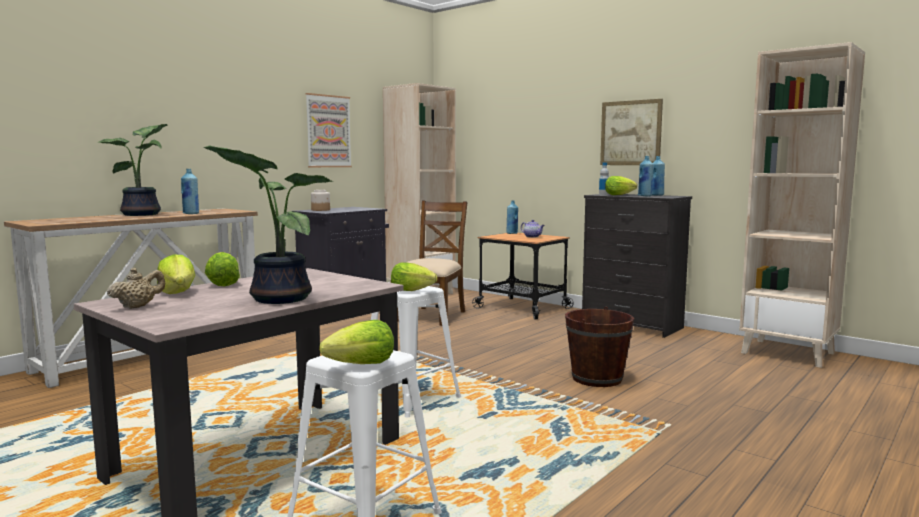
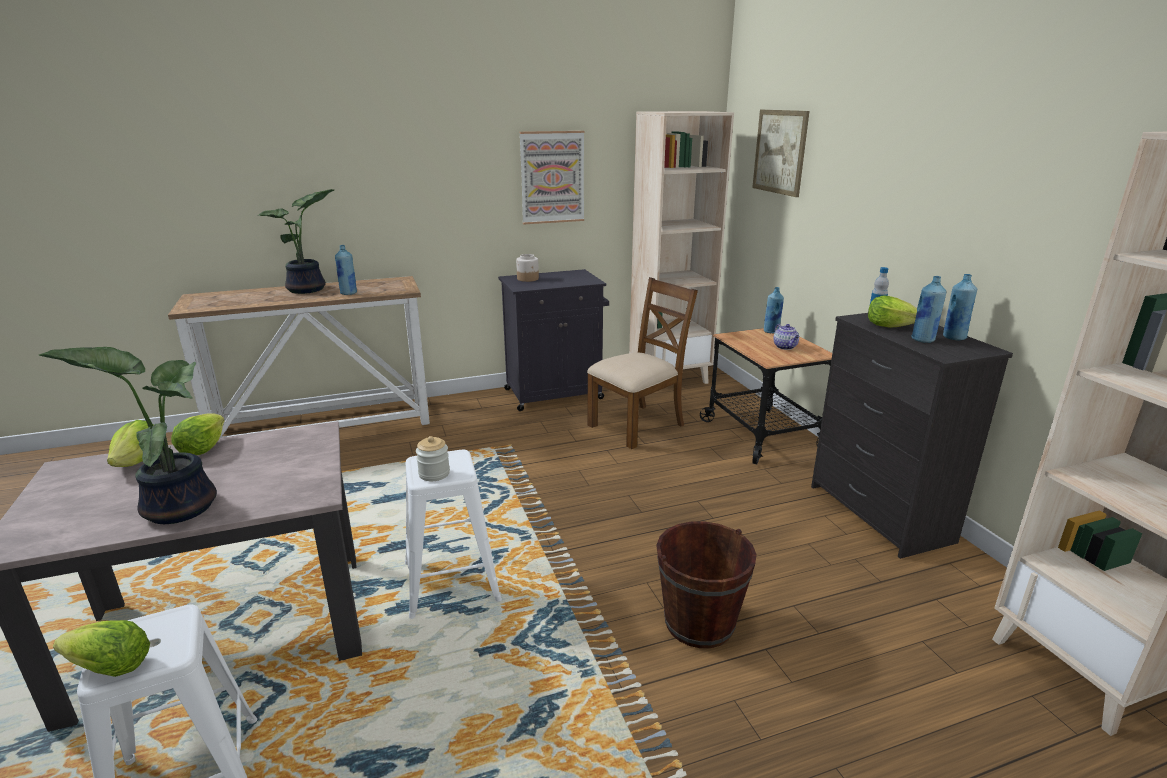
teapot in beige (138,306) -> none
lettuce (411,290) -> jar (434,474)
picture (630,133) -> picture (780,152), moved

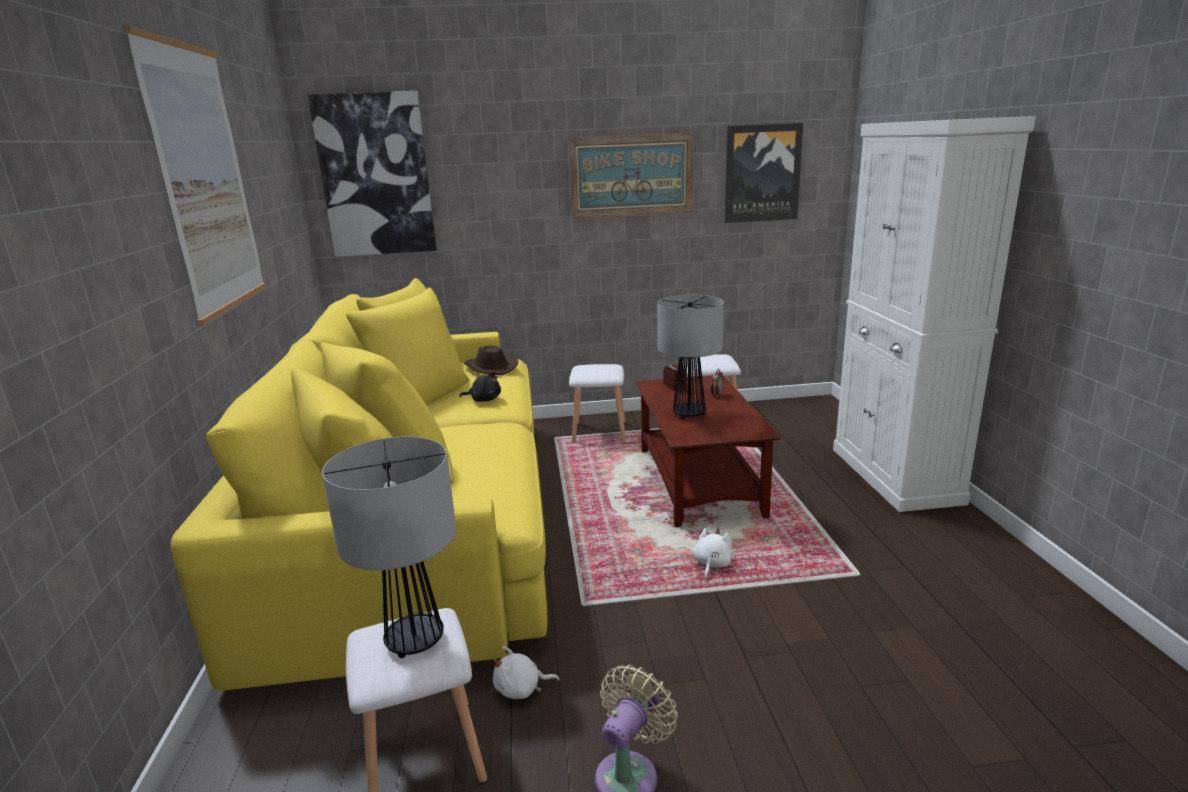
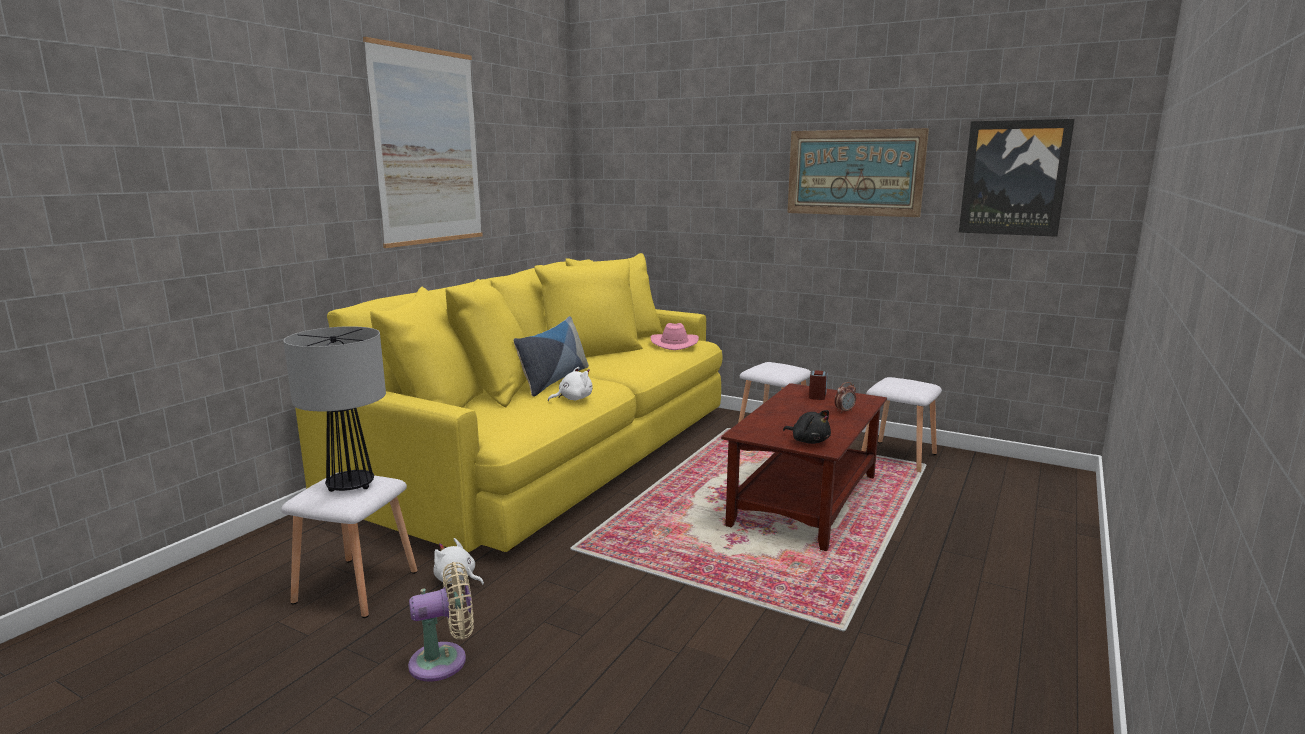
picture (375,175) -> none
plush toy in black (484,400) -> plush toy in black (808,441), moved
hat in brown (490,367) -> hat in pink (674,343)
table lamp (689,414) -> none
plush toy in white (711,564) -> plush toy in white (573,399), moved
cabinet in white (895,475) -> none
none -> pillow (554,380)

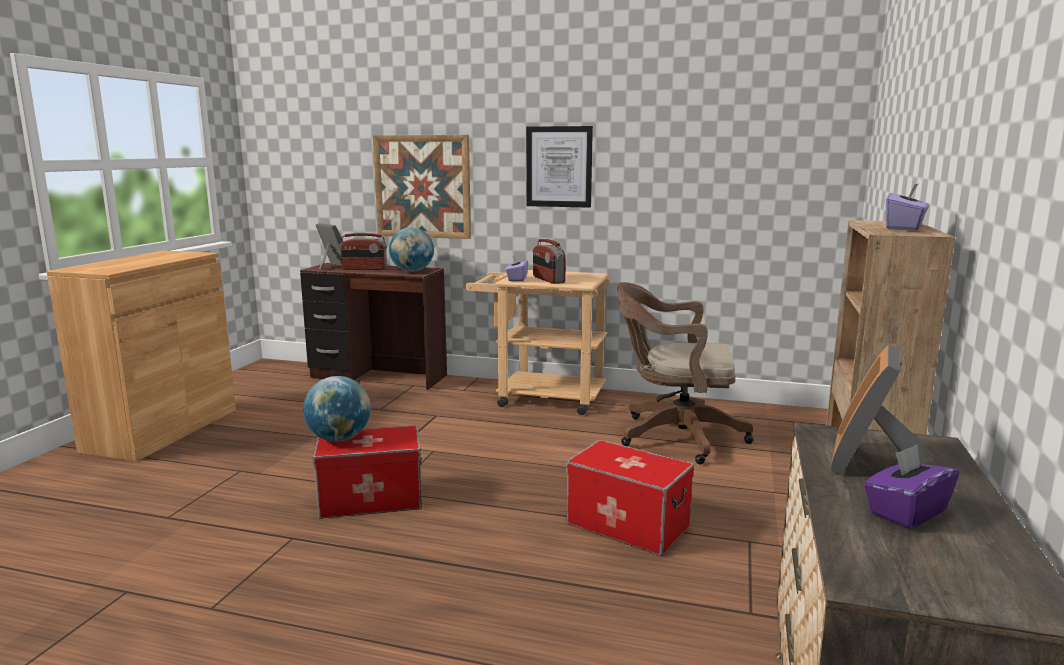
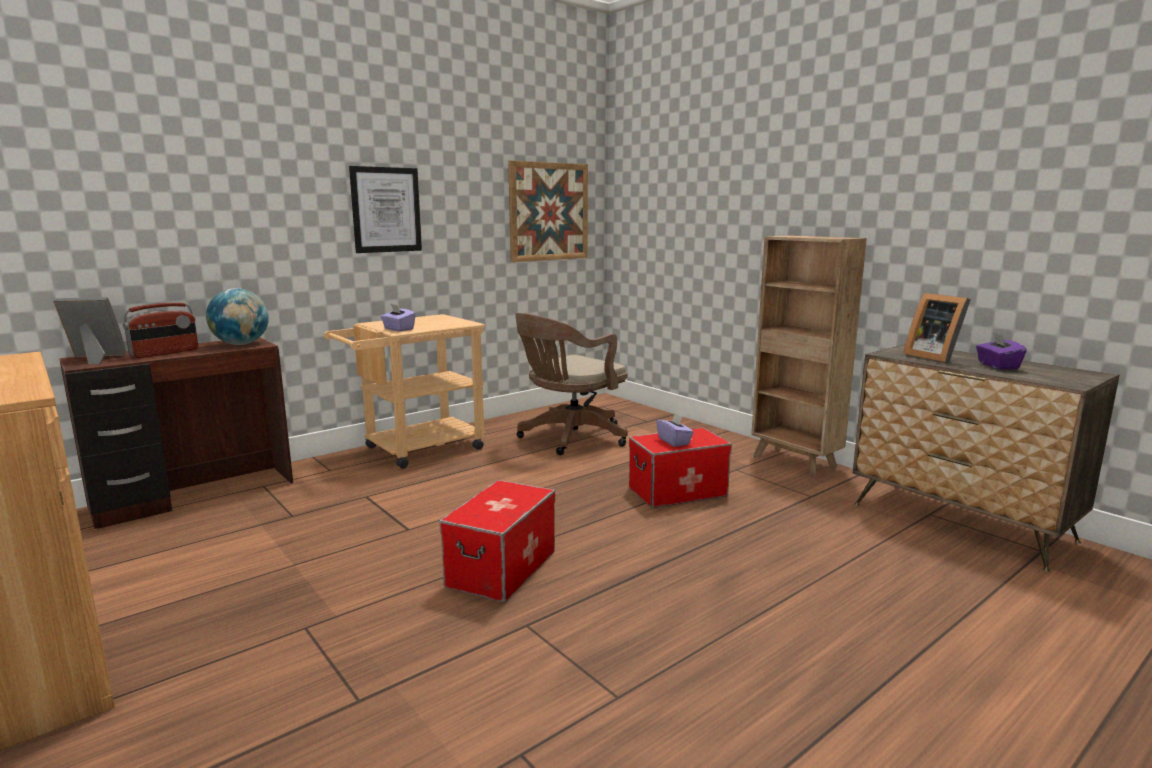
globe (339,439) -> none
picture (422,186) -> picture (549,212), moved
radio (548,280) -> none
tissue box in purple (904,228) -> tissue box in purple (674,441), moved

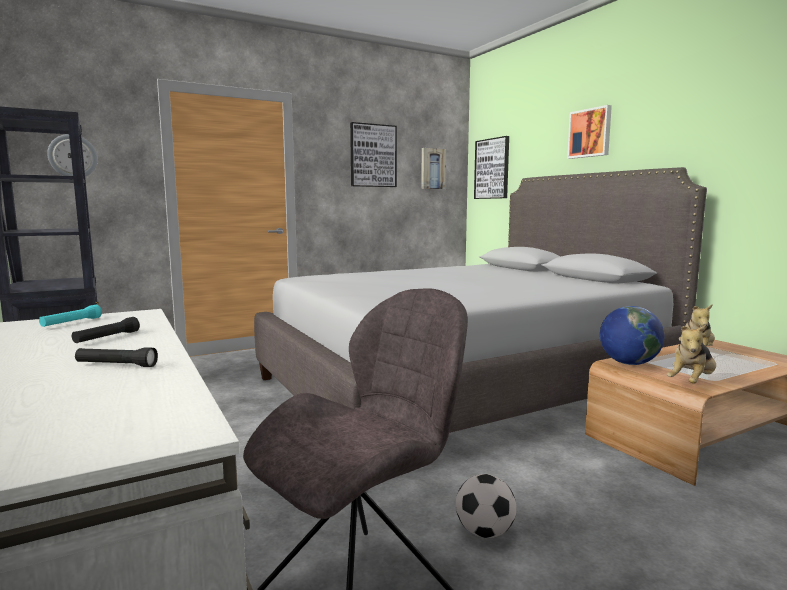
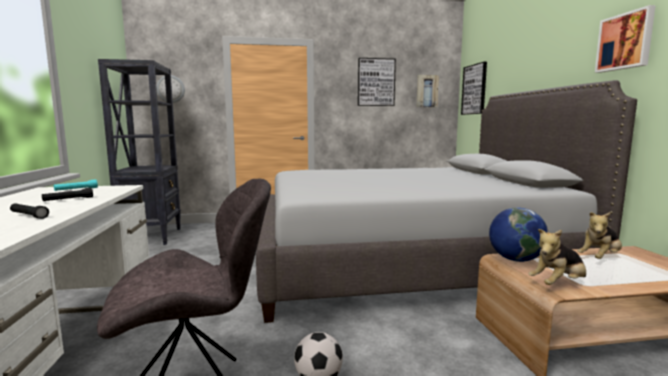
picture (590,133) -> picture (625,41), moved

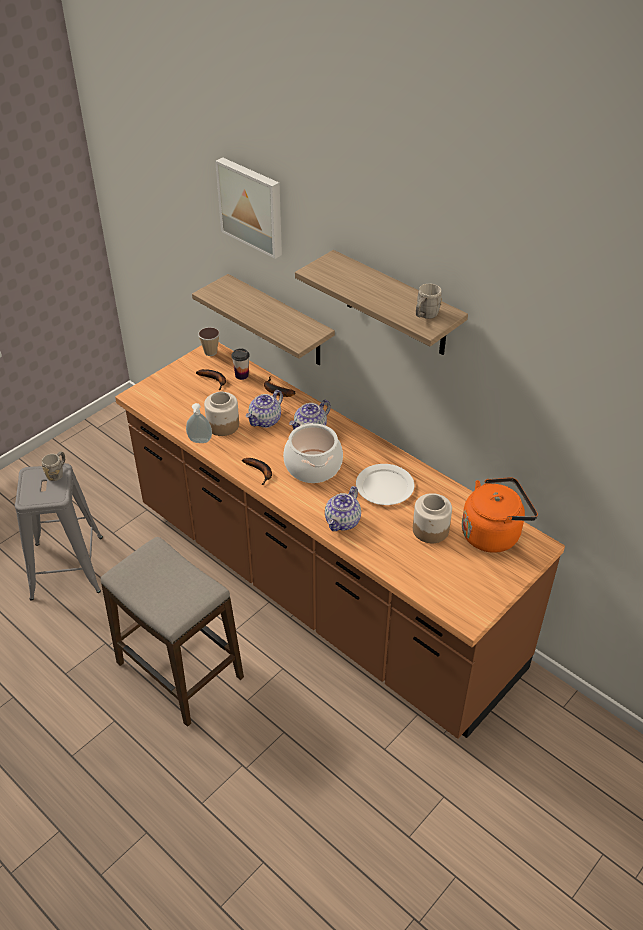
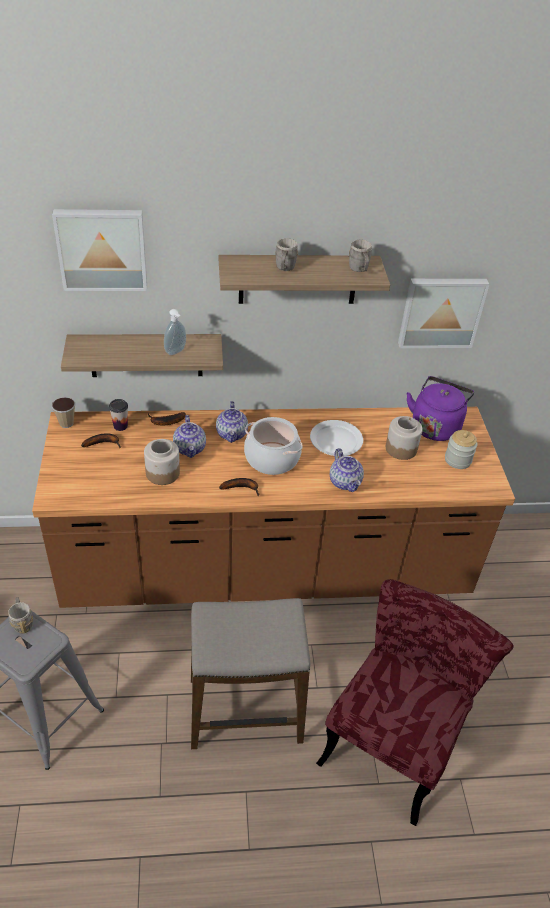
soap dispenser (200,441) -> soap dispenser (176,352), moved
kettle in orange (493,533) -> kettle in purple (435,426)
none -> mug in grey (284,269)
none -> chair in red (395,739)
none -> picture (441,311)
none -> jar (457,460)

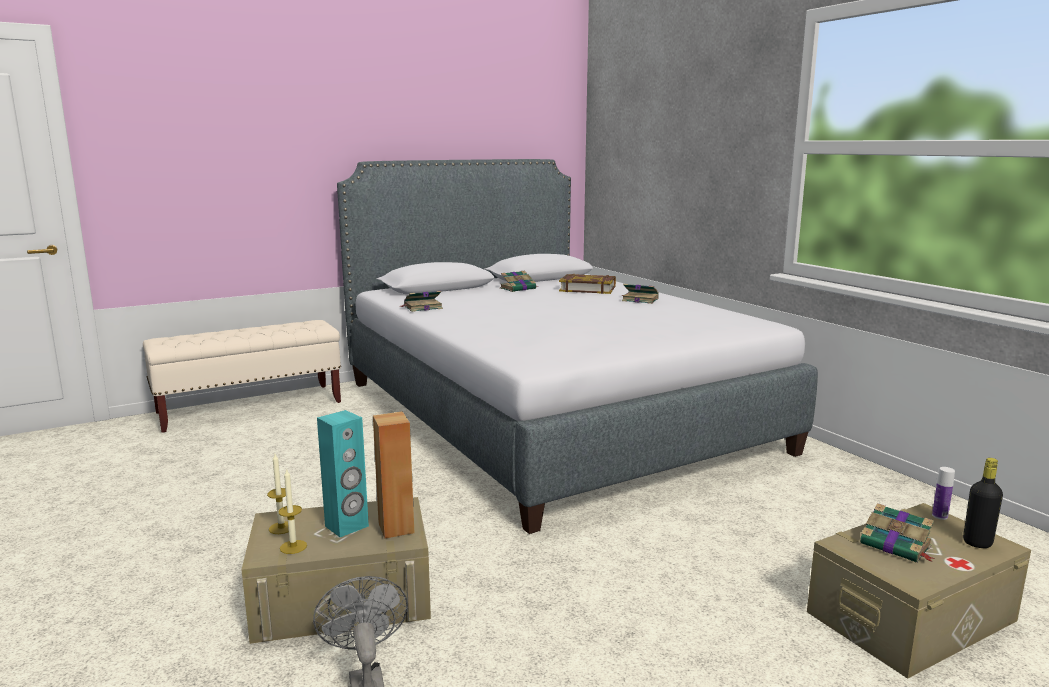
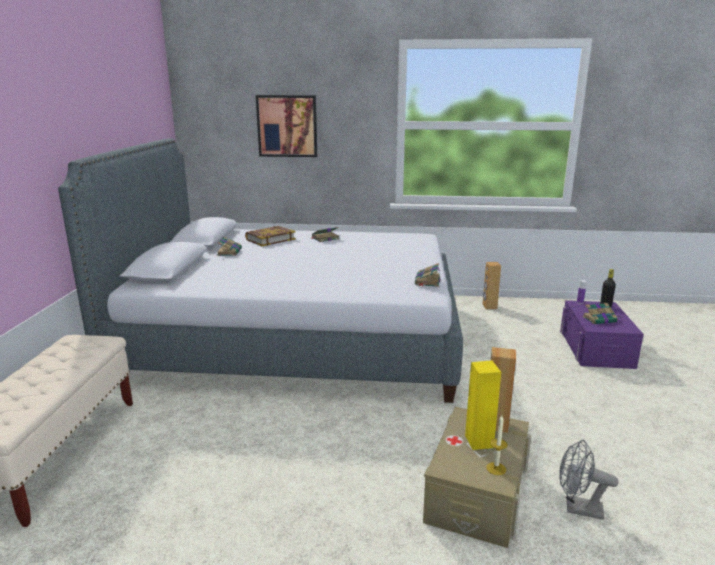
candle (281,528) -> none
speaker in turquoise (347,526) -> speaker in yellow (479,441)
book (422,307) -> book (427,281), moved
storage box in beige (911,616) -> storage box in purple (596,348)
none -> picture (287,126)
none -> speaker in brown (489,306)

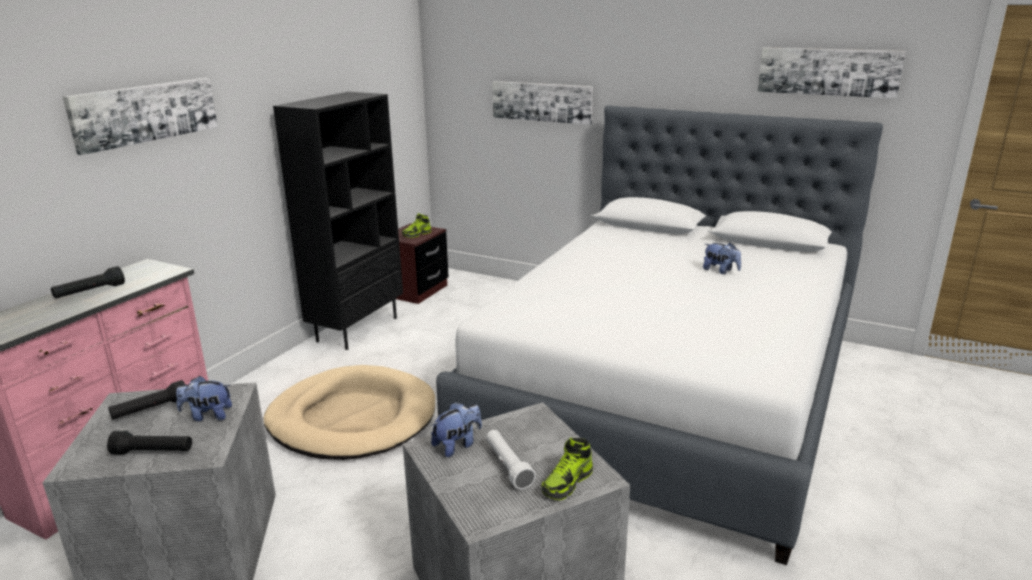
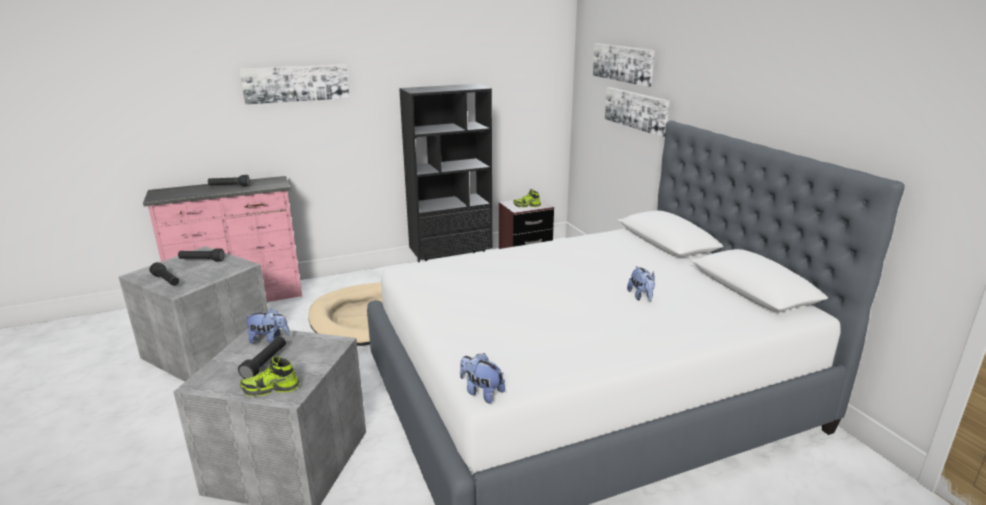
plush toy (207,416) -> plush toy (481,392), moved
flashlight in white (508,466) -> flashlight in black (265,363)
picture (828,71) -> picture (623,63), moved

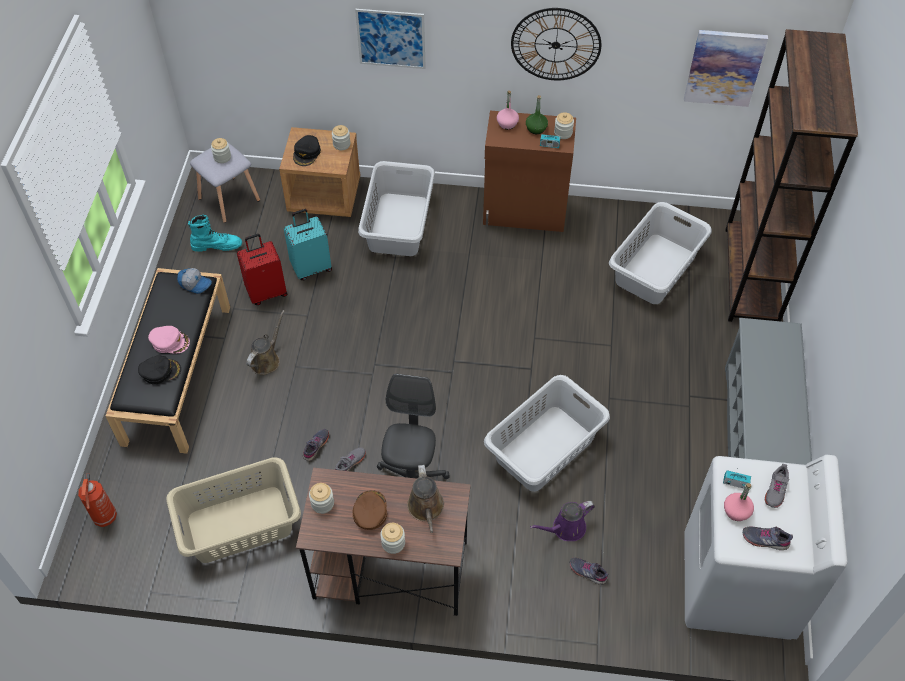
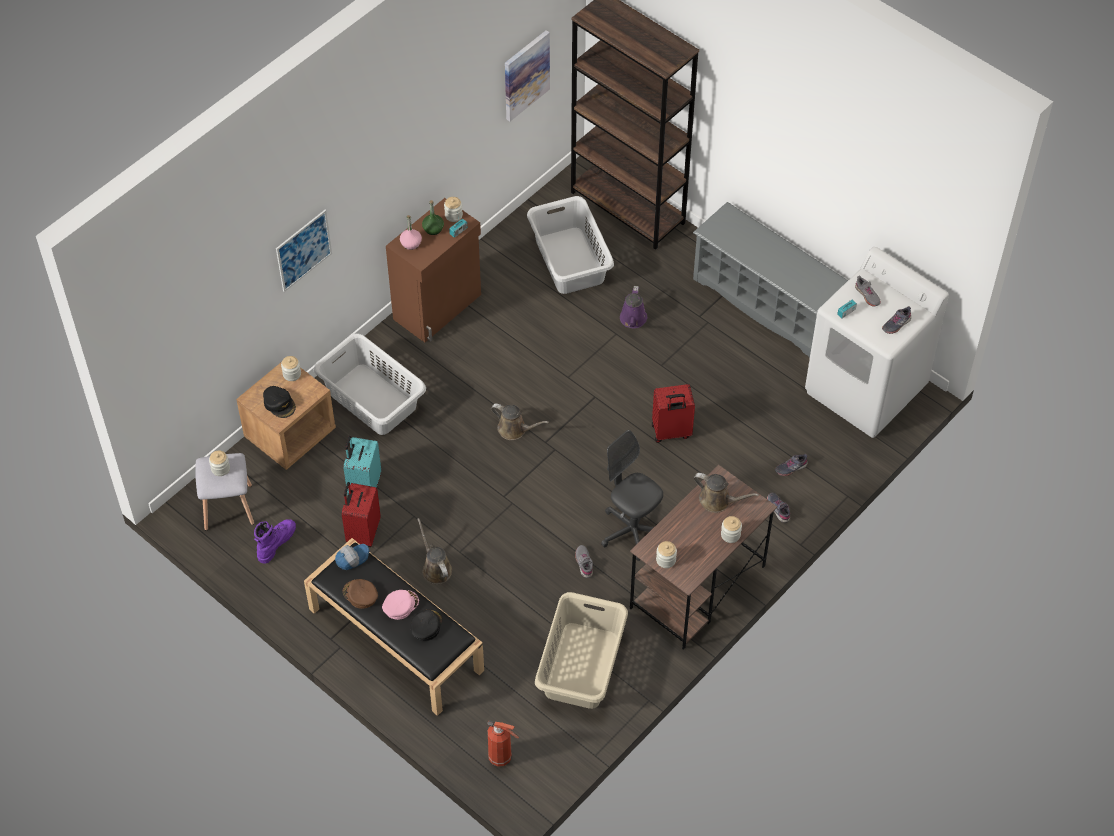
boot in turquoise (217,245) -> boot in purple (276,542)
shoe in grey (316,446) -> shoe in grey (778,509), moved
cap in brown (369,511) -> cap in brown (360,595), moved
laundry basket in grey (543,448) -> suitcase in red (671,432)
wall clock (556,44) -> none
watering can in purple (566,528) -> watering can in purple (633,320), moved
bottle in pink (736,511) -> none
none -> watering can in brown (514,429)

